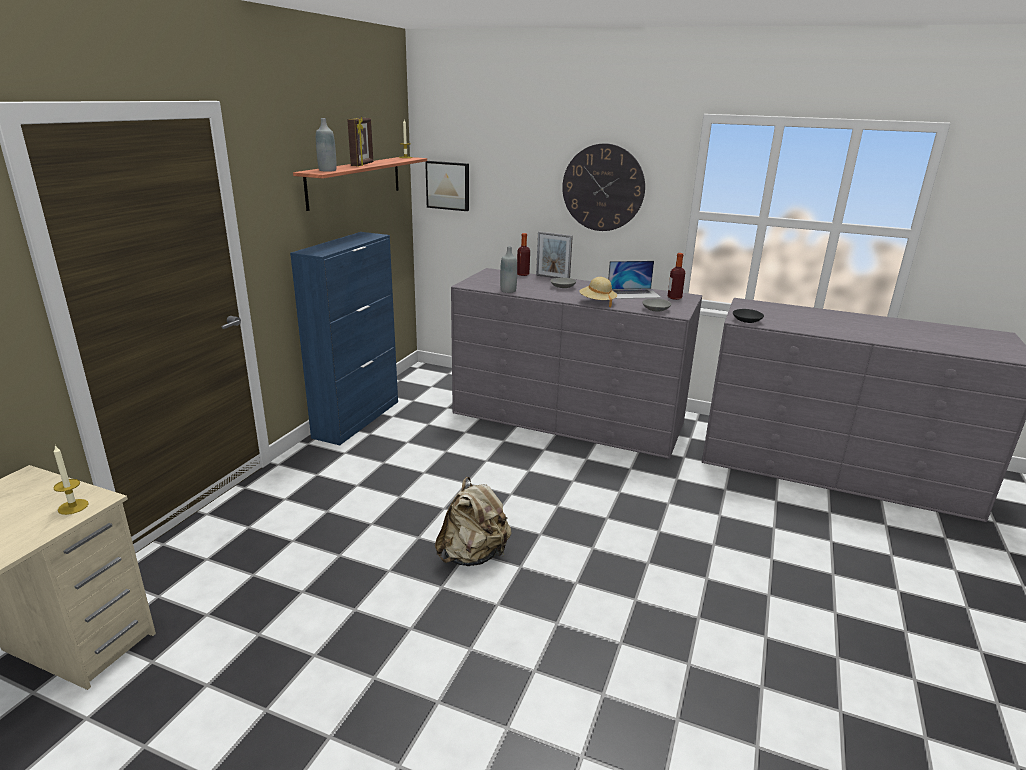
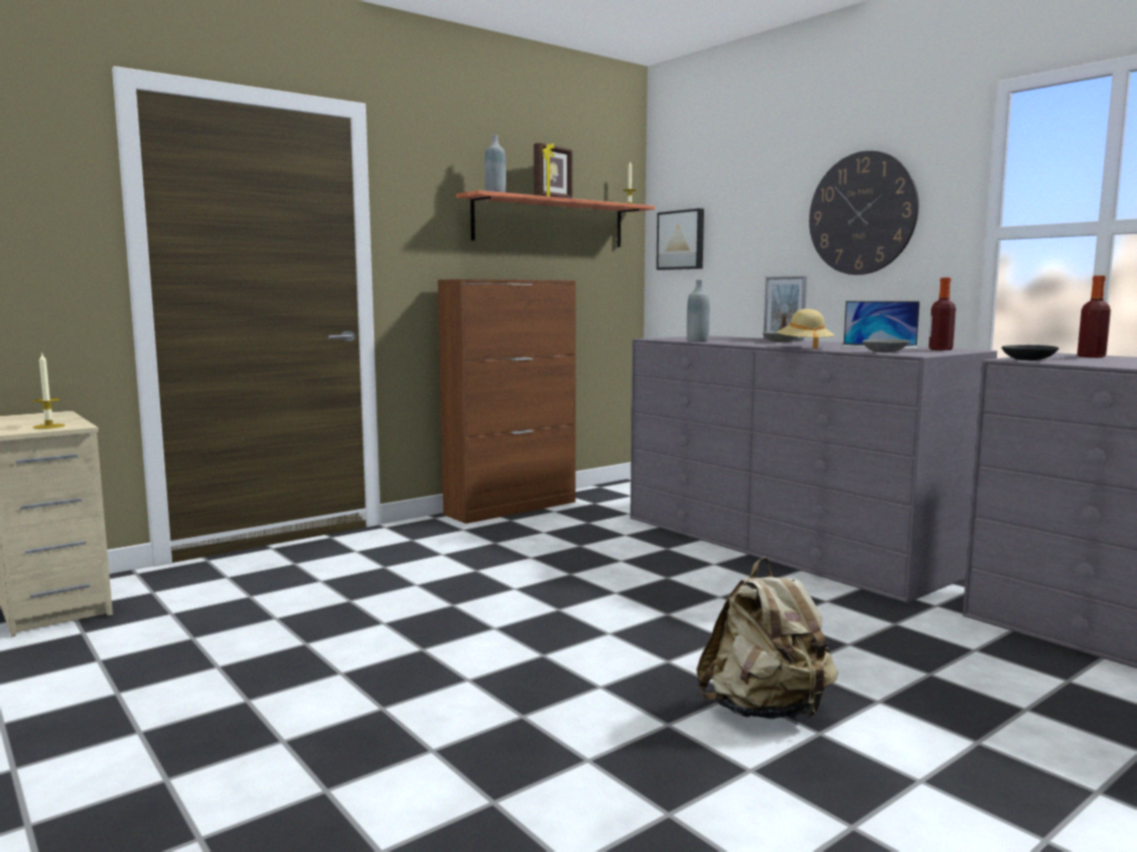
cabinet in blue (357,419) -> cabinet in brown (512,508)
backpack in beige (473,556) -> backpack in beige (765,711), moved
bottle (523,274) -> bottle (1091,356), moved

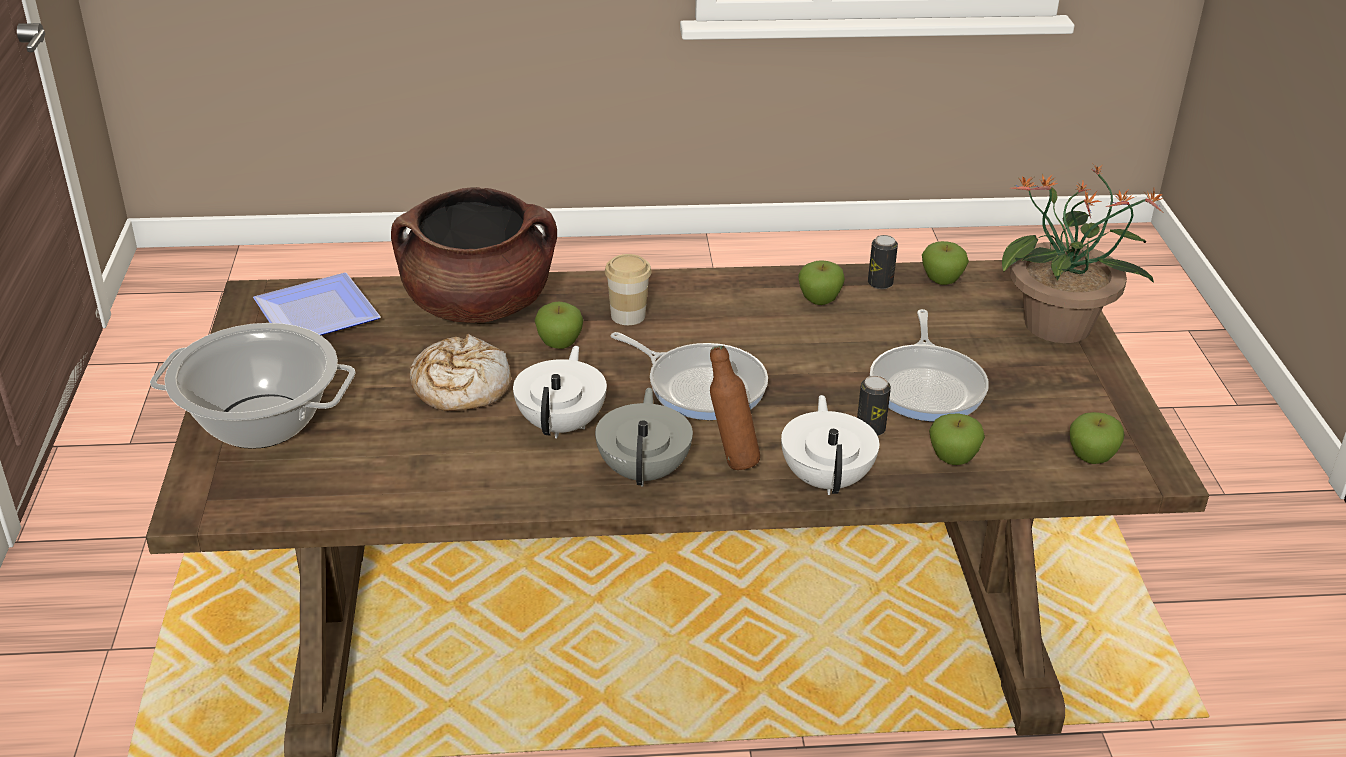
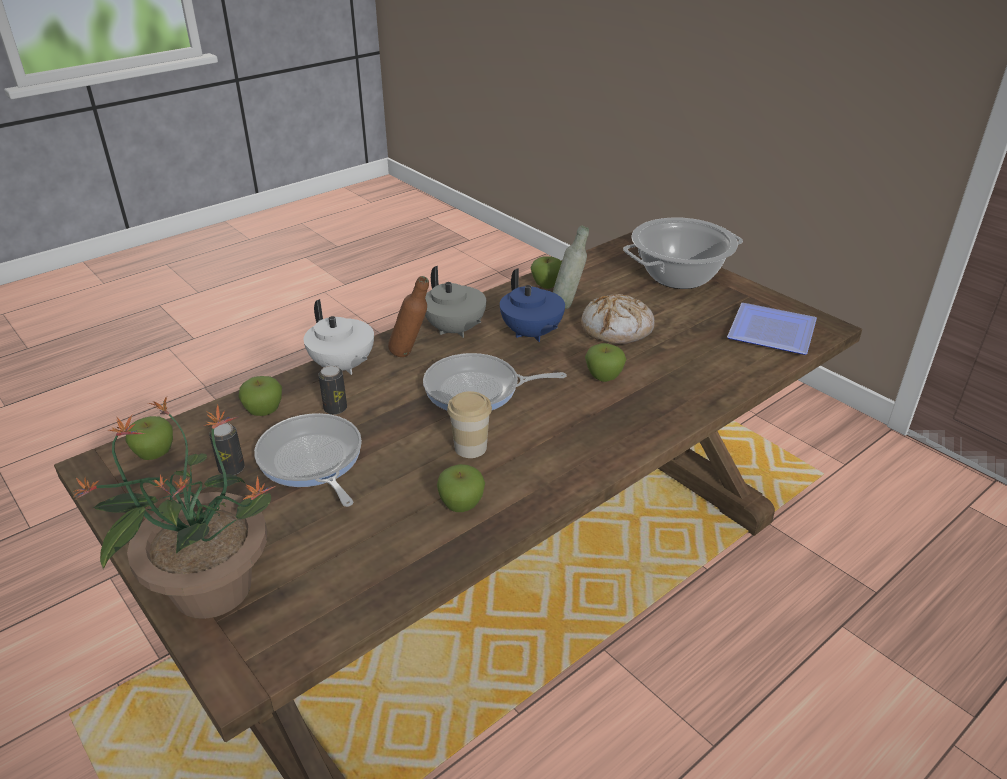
cooking pot in brown (478,305) -> none
teapot in white (562,424) -> teapot in blue (531,334)
cup (628,316) -> cup (470,447), moved
can (880,283) -> can (231,469), moved
apple (941,281) -> apple (547,285), moved
none -> bottle in grey (568,304)

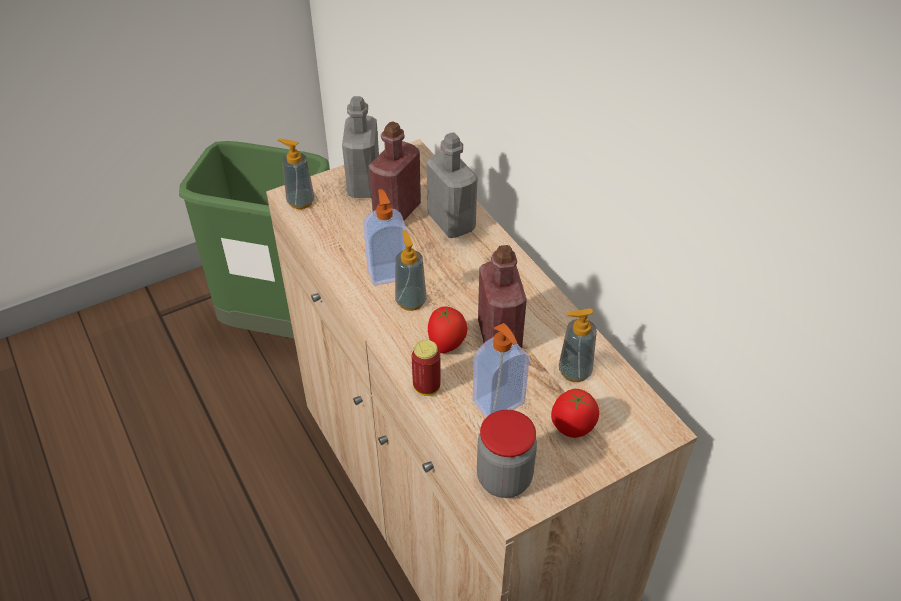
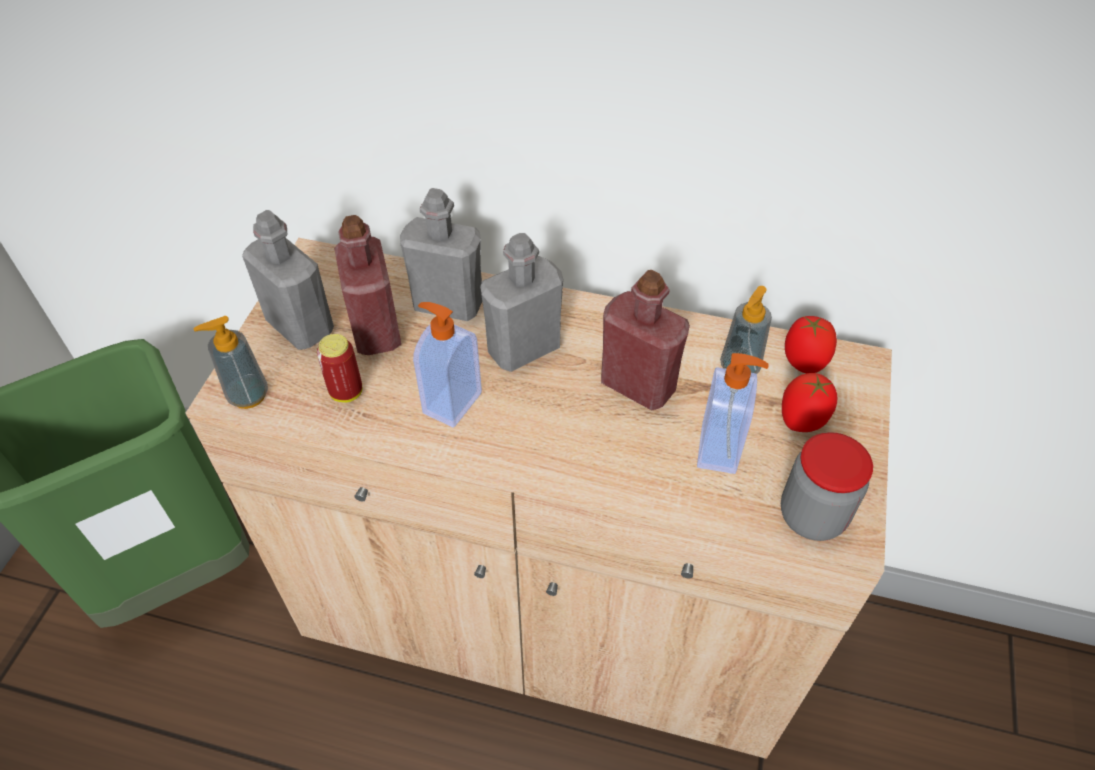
soap dispenser (411,301) -> none
can (426,387) -> can (346,392), moved
tomato (447,345) -> tomato (803,362), moved
none -> bottle in grey (524,349)

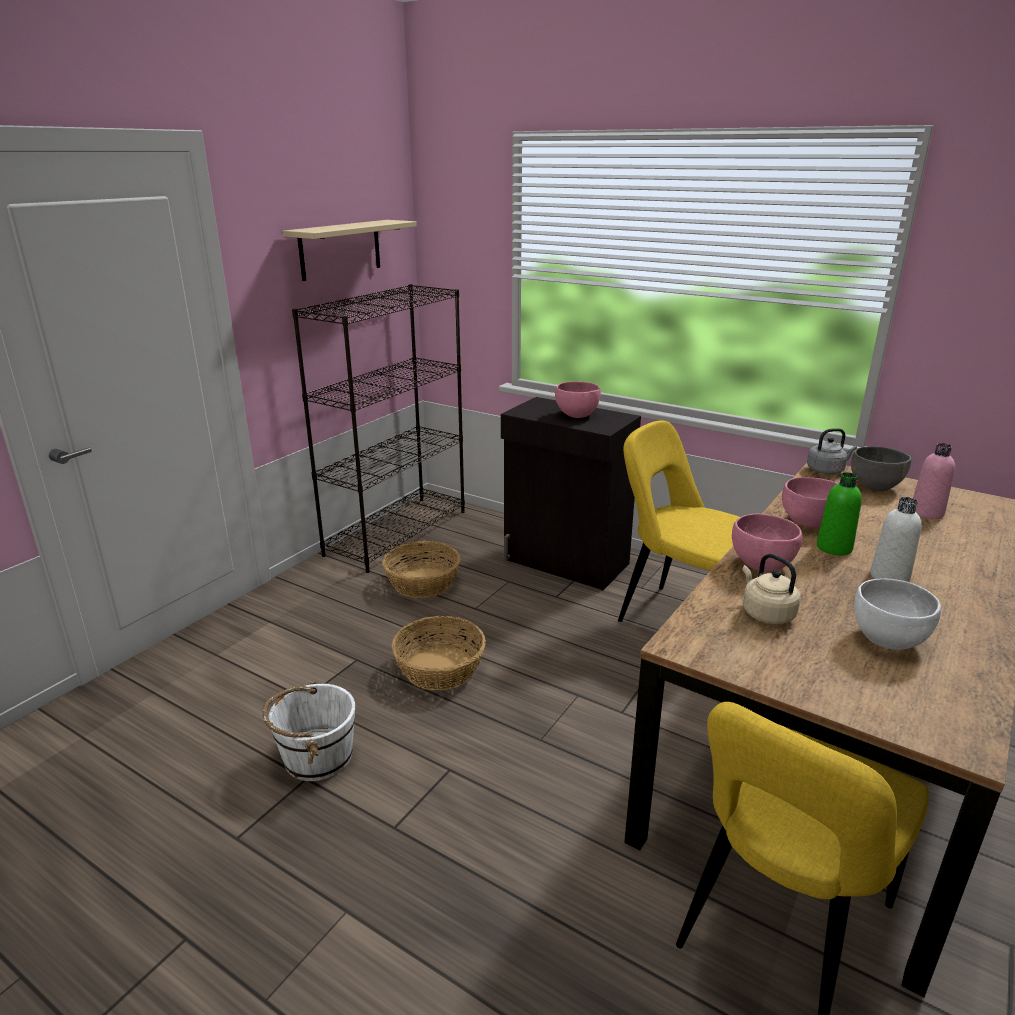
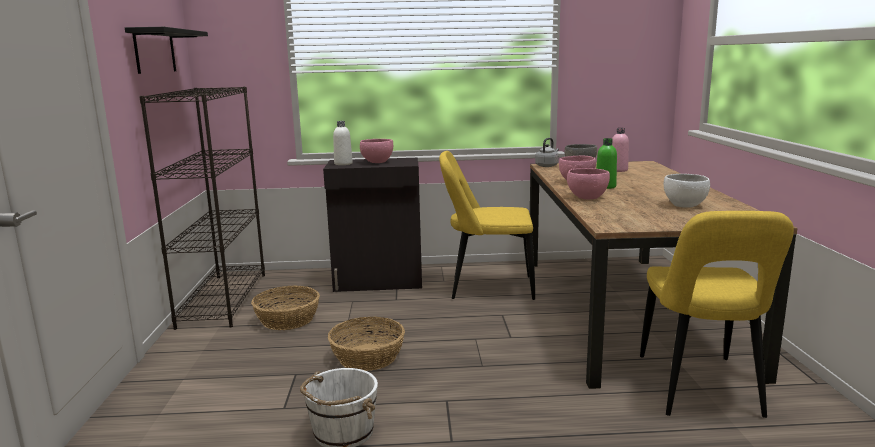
shelf in beige (340,249) -> shelf in black (155,51)
kettle in beige (765,613) -> none
bottle in white (889,577) -> bottle in white (343,163), moved

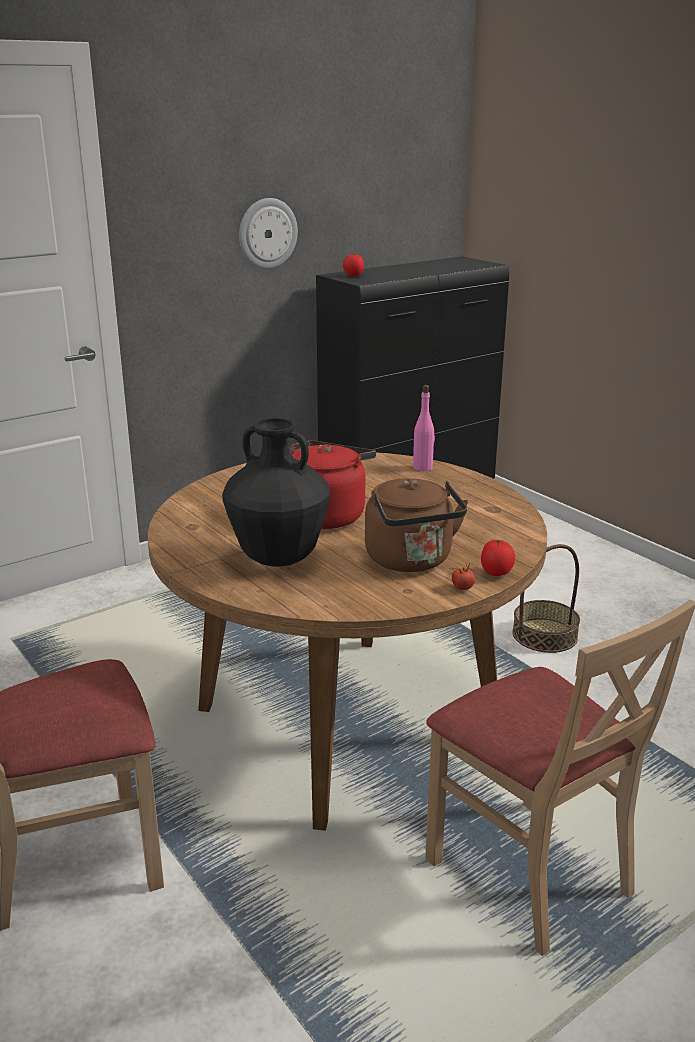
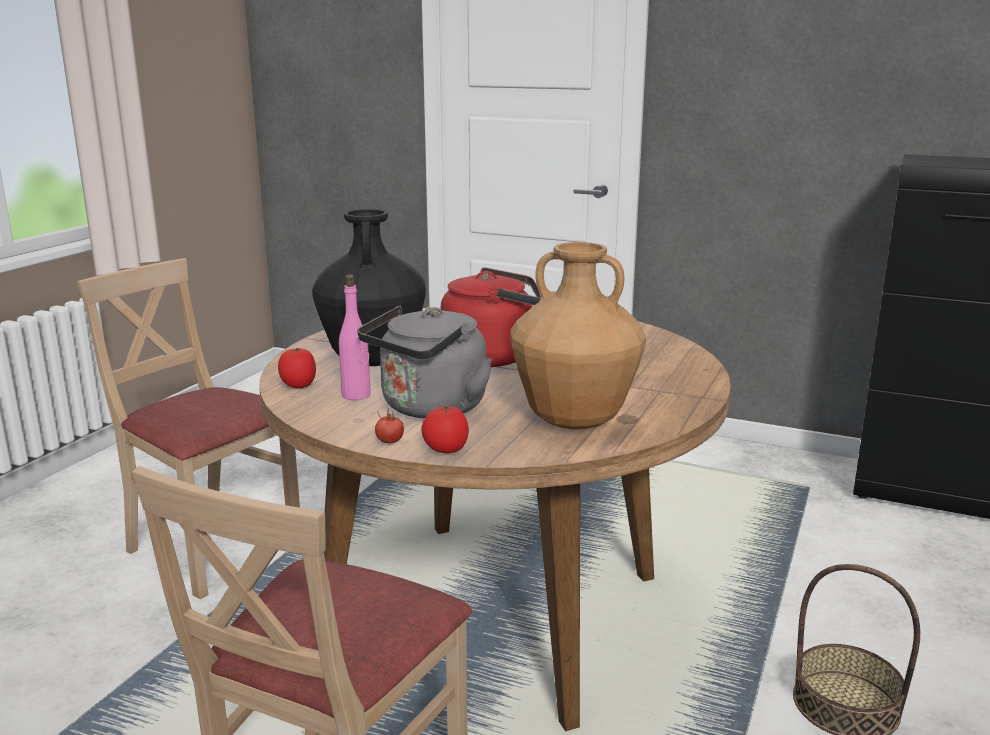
wall clock (267,233) -> none
tomato (353,276) -> tomato (298,386), moved
kettle in brown (411,561) -> kettle in grey (429,408)
bottle in pink (423,468) -> bottle in pink (356,395), moved
none -> vase in brown (573,421)

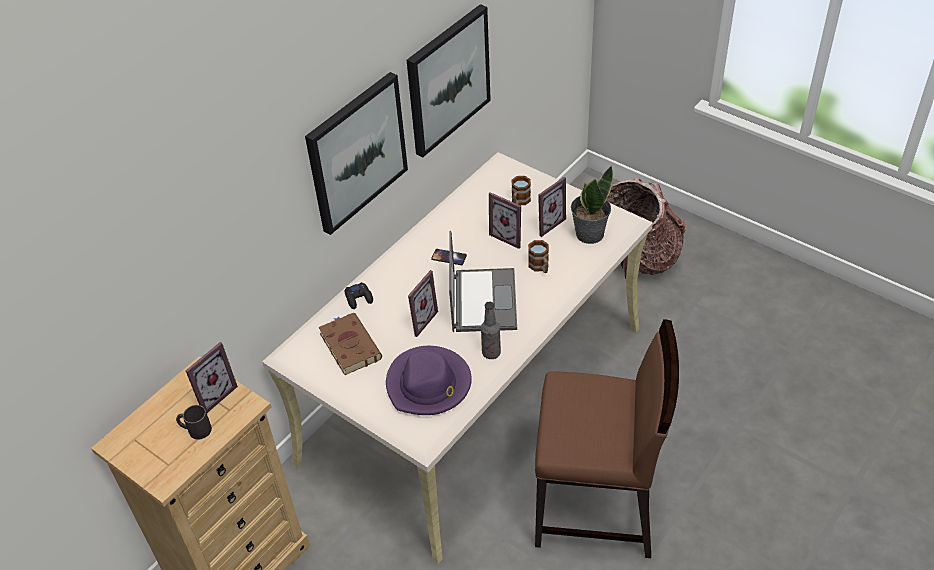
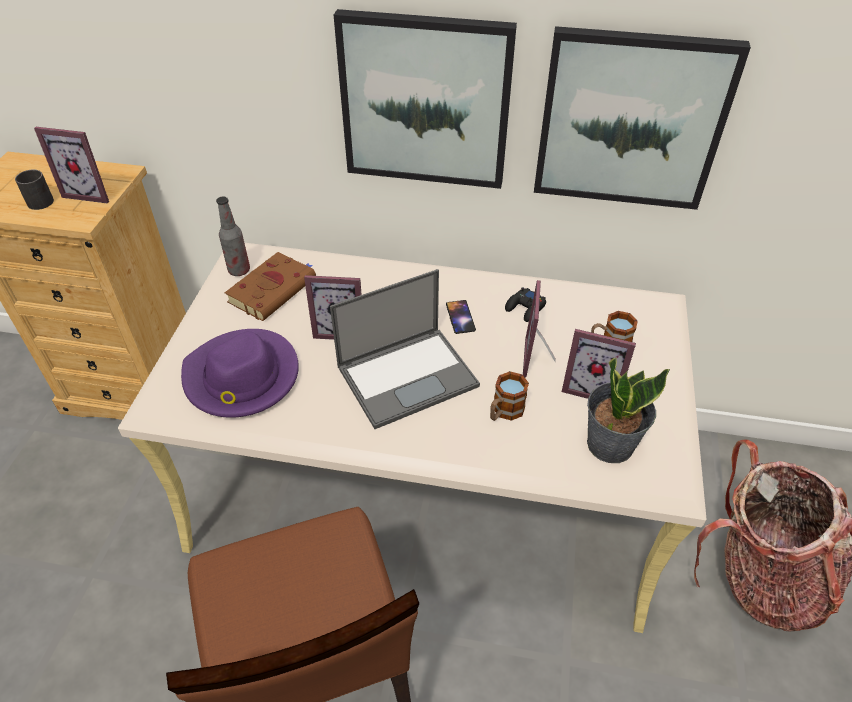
game controller in black (359,298) -> game controller in black (525,308), moved
bottle (491,353) -> bottle (239,270), moved

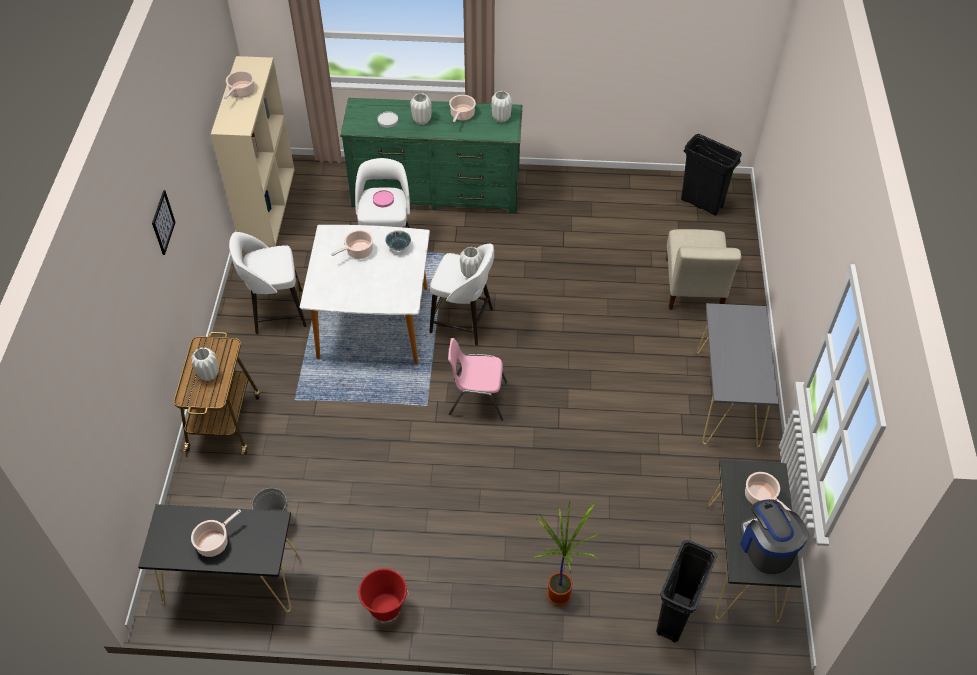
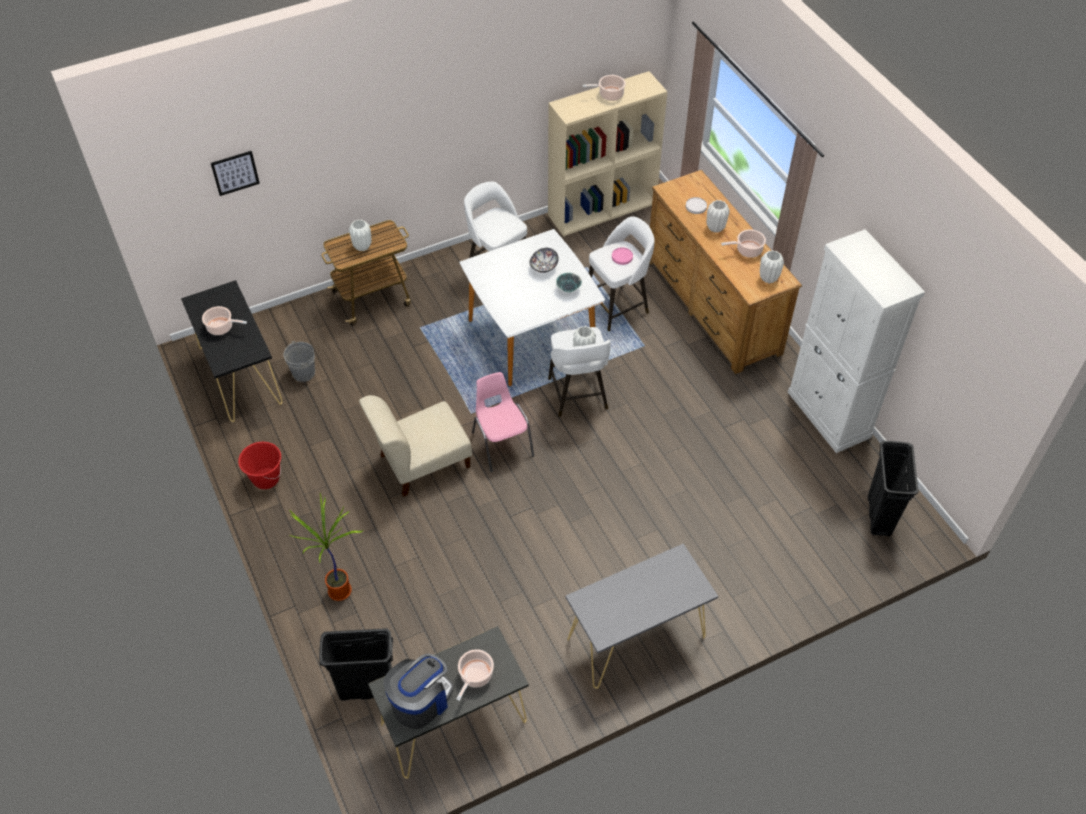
picture (163,222) -> picture (235,173), moved
cooking pot (358,251) -> bowl (543,267)
dresser in green (436,191) -> dresser in brown (712,305)
chair in beige (693,287) -> chair in beige (421,463), moved
none -> cabinet in white (829,415)

